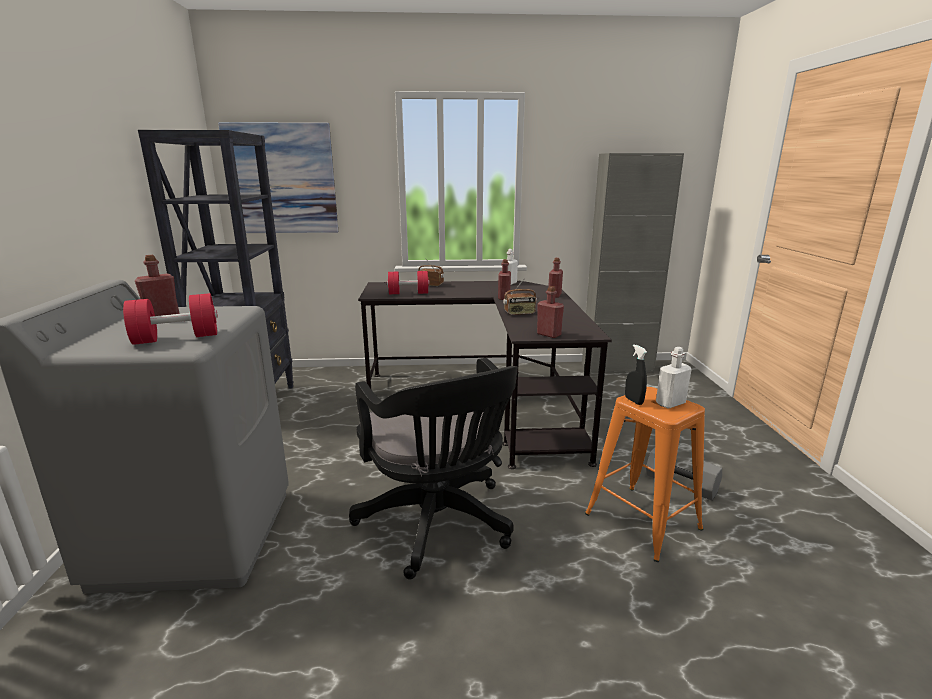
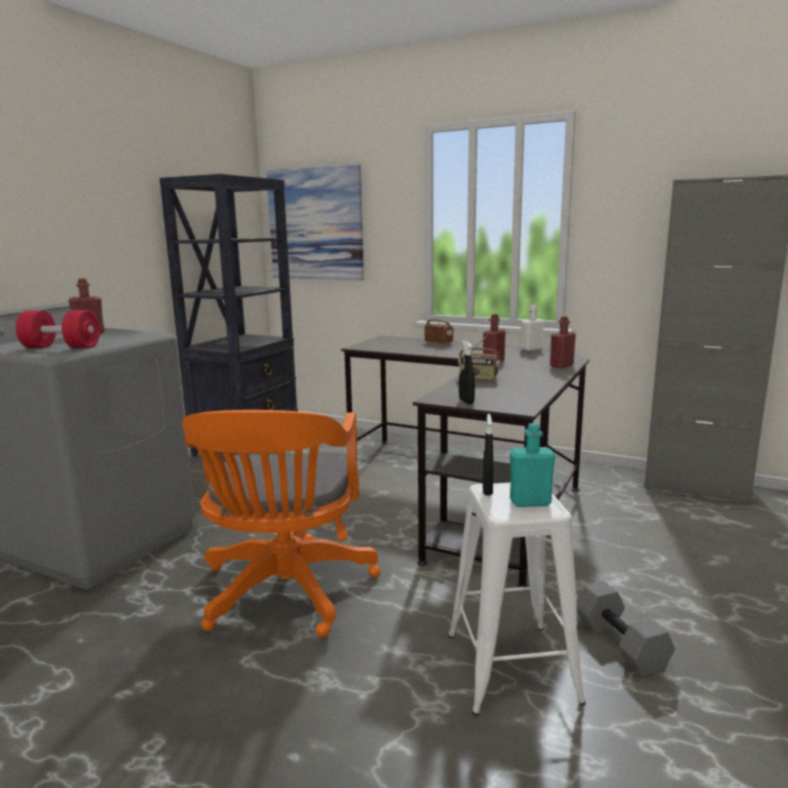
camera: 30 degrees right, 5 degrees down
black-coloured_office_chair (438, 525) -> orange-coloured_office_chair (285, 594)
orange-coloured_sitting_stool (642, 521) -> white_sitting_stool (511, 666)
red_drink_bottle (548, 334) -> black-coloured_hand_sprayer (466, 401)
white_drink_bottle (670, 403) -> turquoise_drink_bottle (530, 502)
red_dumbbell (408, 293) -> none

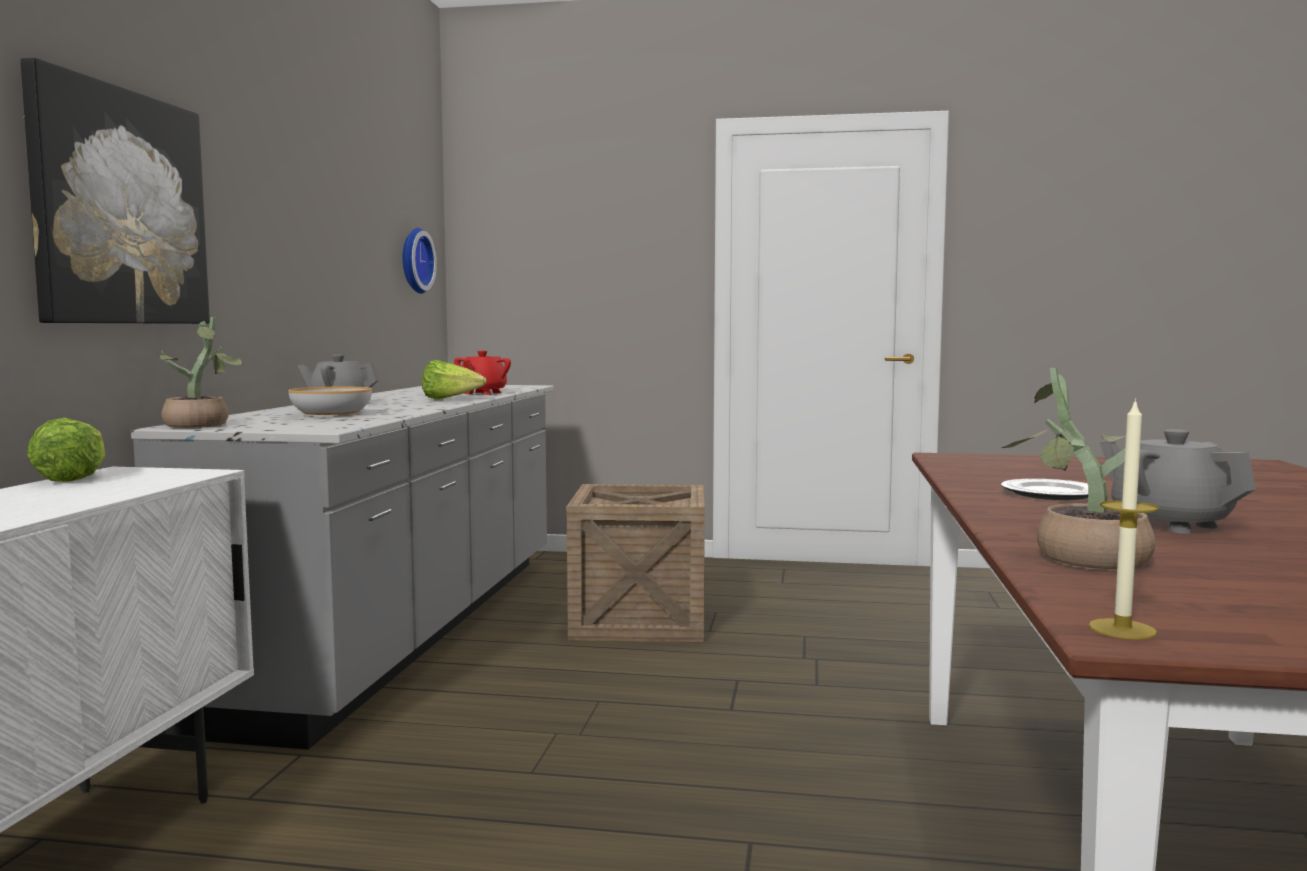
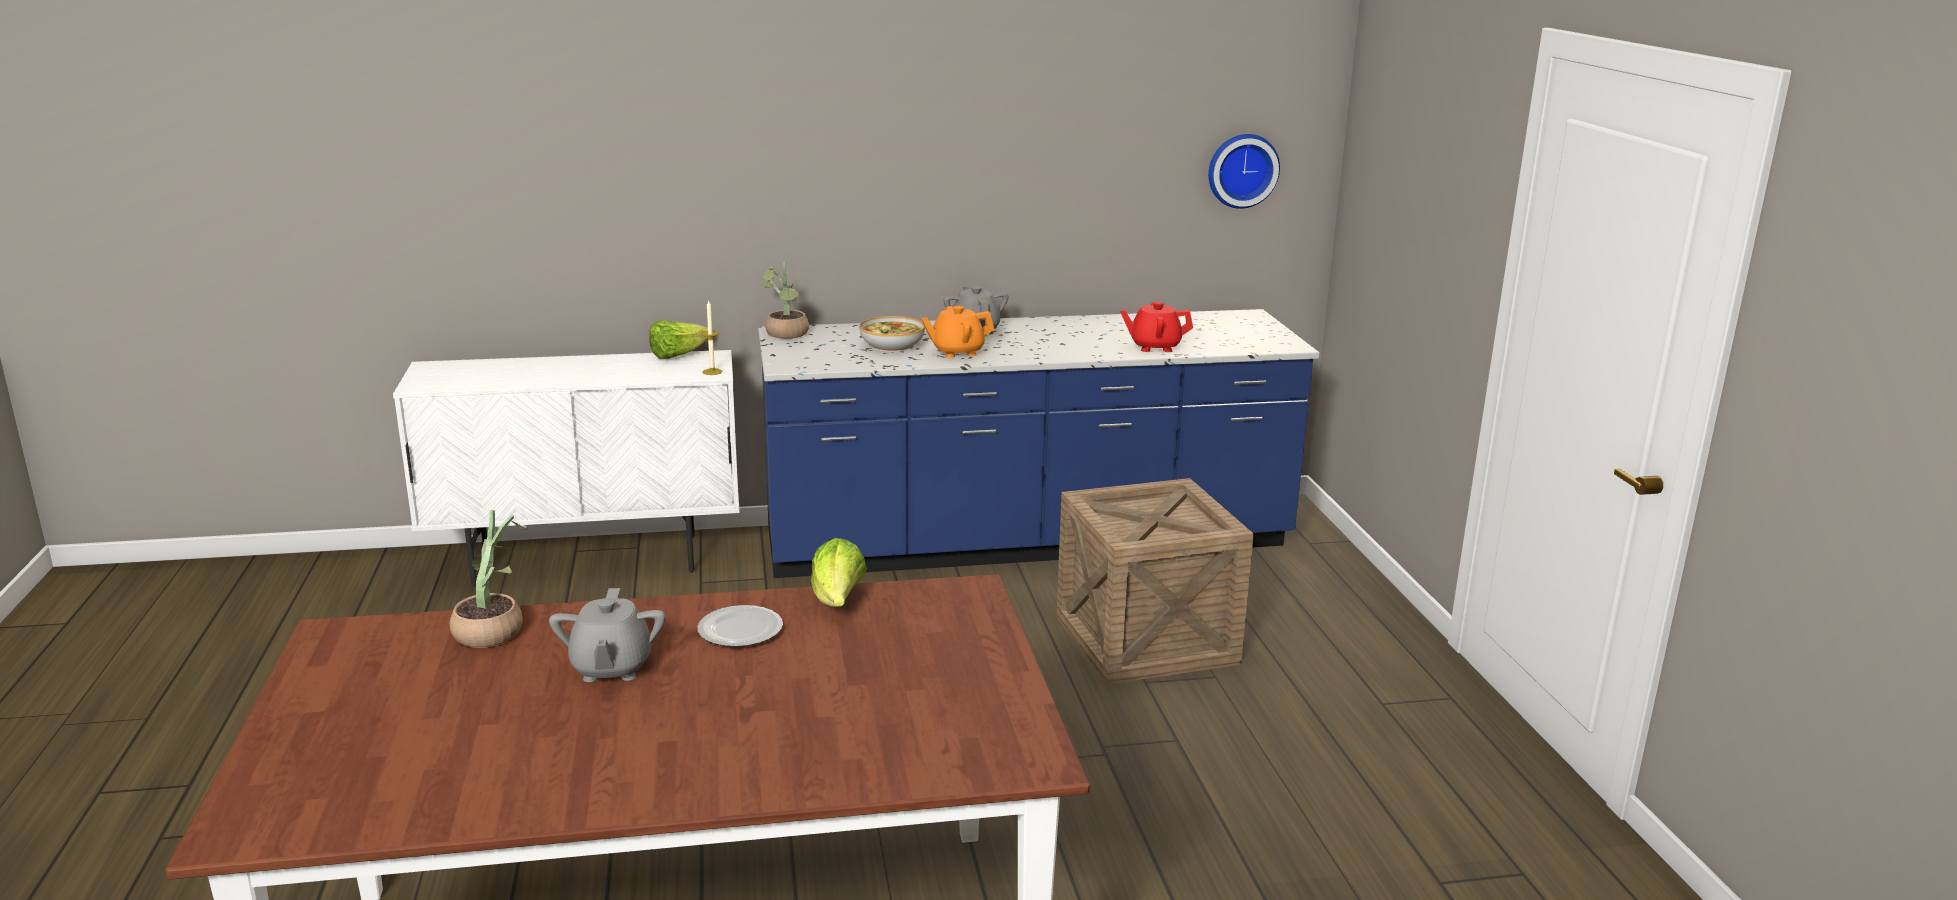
camera: 70 degrees right, 15 degrees up
gray_pot_for_tea (1169, 524) -> gray_pot_for_tea (611, 668), 135 degrees clockwise
wax_candle (1122, 629) -> wax_candle (712, 372), shifted
gray_counter (406, 628) -> blue-coloured_counter (1027, 543)
lettuce_head (450, 399) -> lettuce_head (838, 601), shifted
none -> orange-coloured_pot_for_tea (957, 352)
wall_art (119, 208) -> none

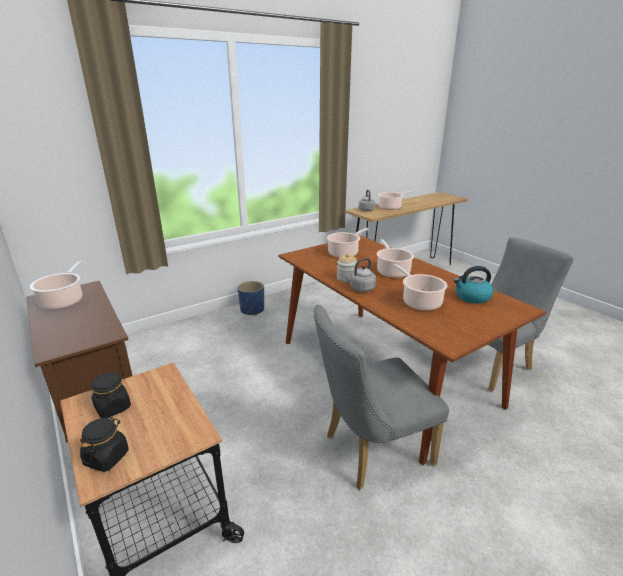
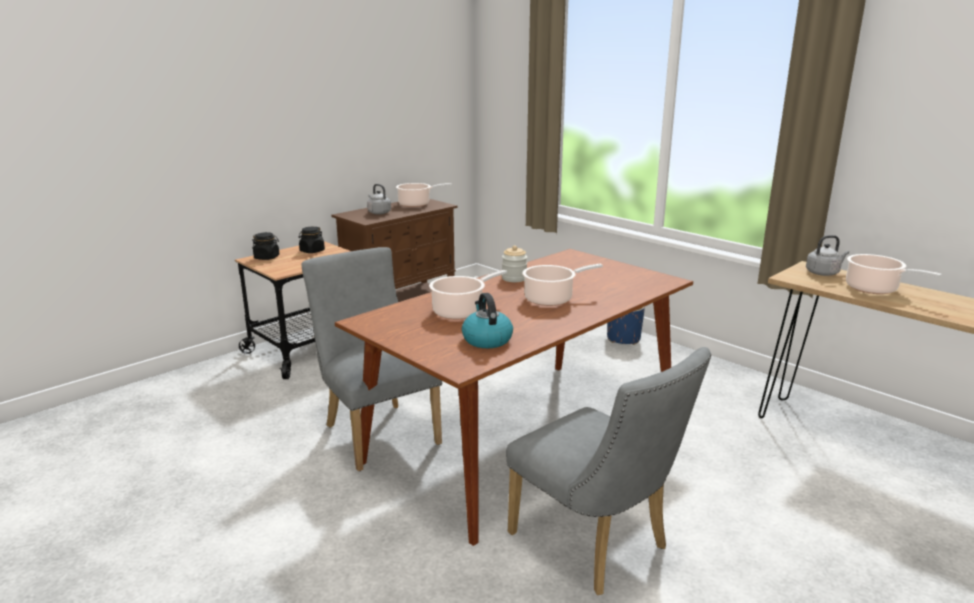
camera: 80 degrees right, 5 degrees down
gray_water_kettle (361, 289) -> gray_water_kettle (378, 212), shifted
saucepot (344, 253) -> none

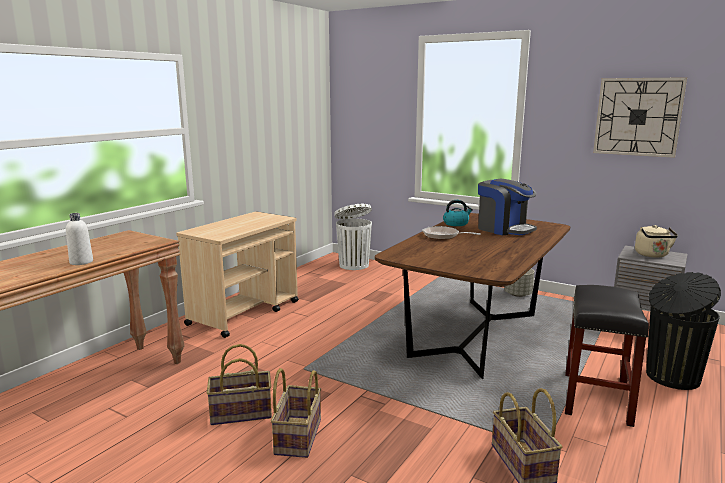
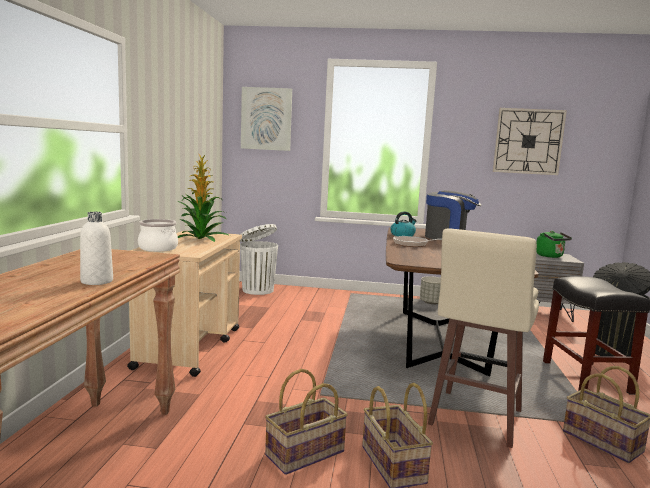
camera: 25 degrees left, 5 degrees down
none -> saucepot (157, 248)
none -> houseplant (201, 239)
none -> wall_art (266, 119)
none -> beige-coloured_sitting_stool (474, 419)
beige-coloured_water_kettle (652, 255) -> greenish_water_kettle (550, 256)

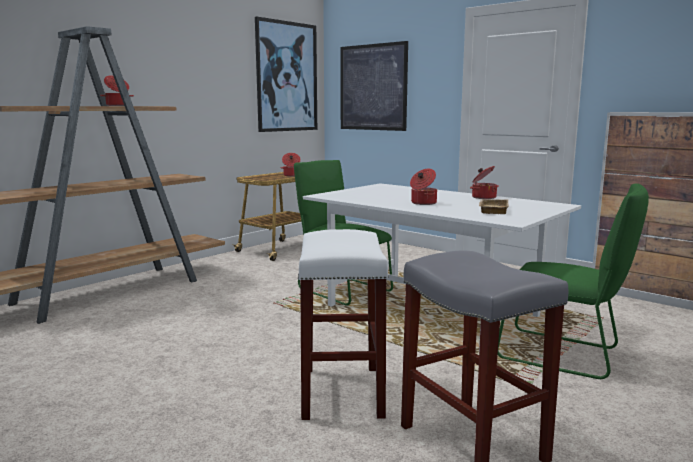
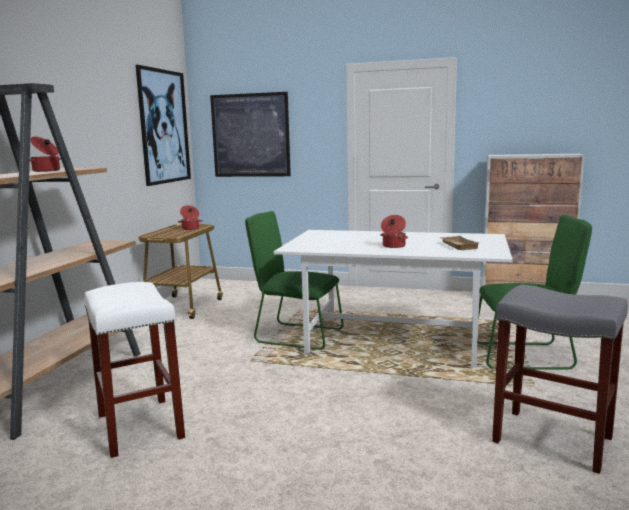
camera: 25 degrees left, 0 degrees up
white_sitting_stool (342, 393) -> white_sitting_stool (141, 426), shifted
saucepot (483, 197) -> none

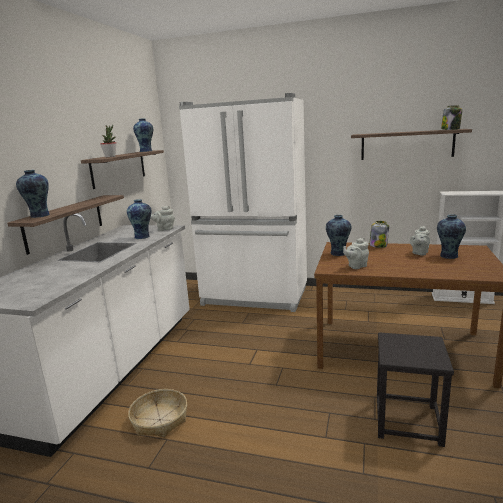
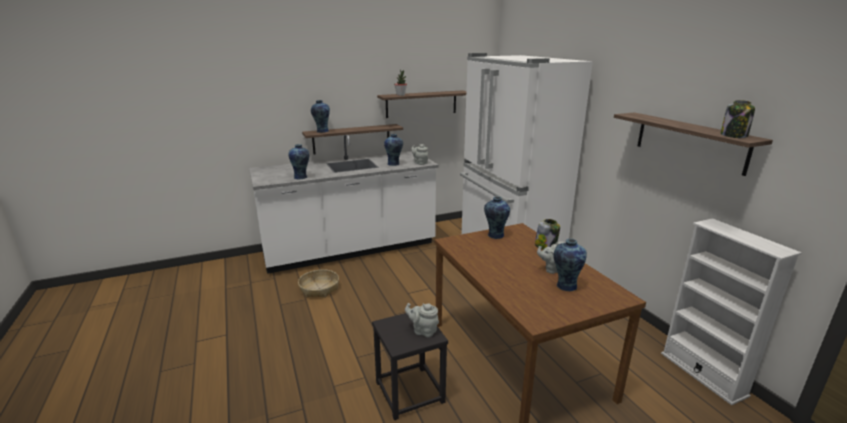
camera: 50 degrees right, 5 degrees up
flower_vase (146, 151) -> flower_vase (301, 177), shifted
gray_pot_for_tea (356, 266) -> gray_pot_for_tea (423, 331), shifted

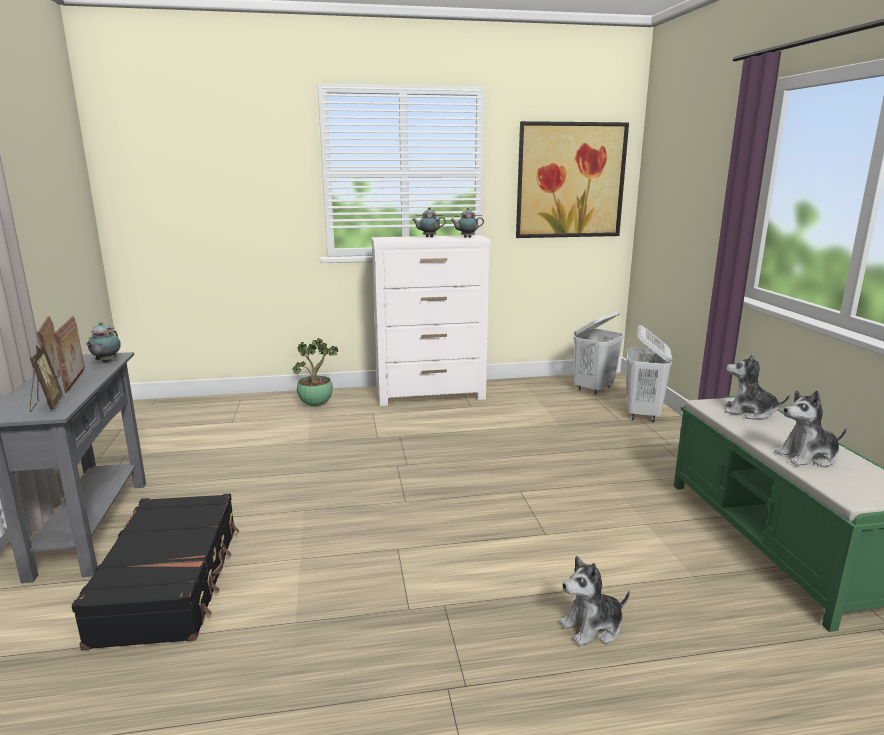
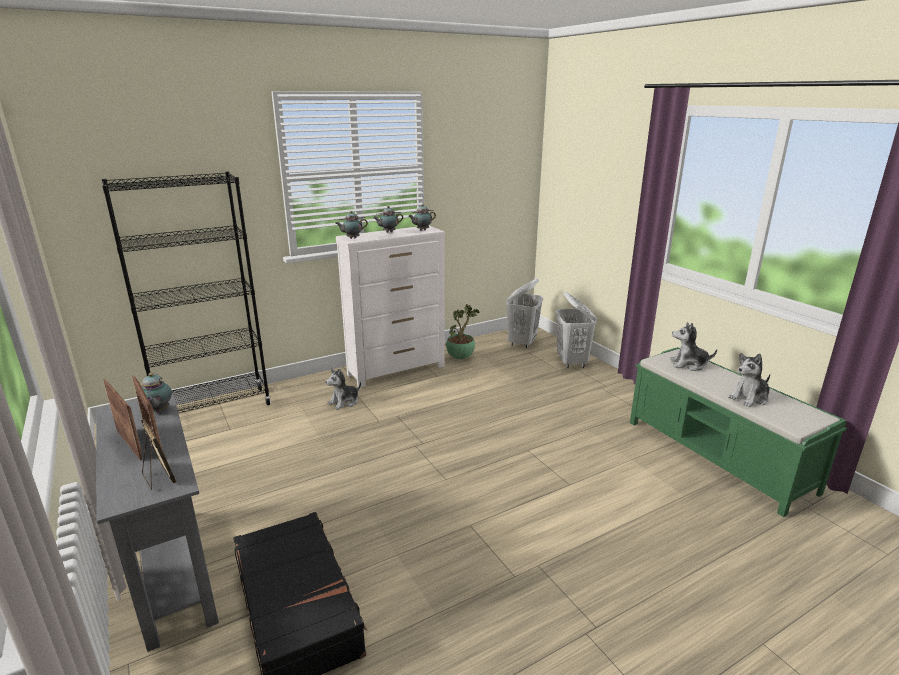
camera: 20 degrees left, 5 degrees up
none -> black-coloured_bookshelf (214, 409)
cuddly_toy (592, 627) -> cuddly_toy (344, 402), shifted
none -> pot_for_tea (352, 238)
houseplant (317, 404) -> houseplant (461, 357), shifted
wall_art (570, 180) -> none

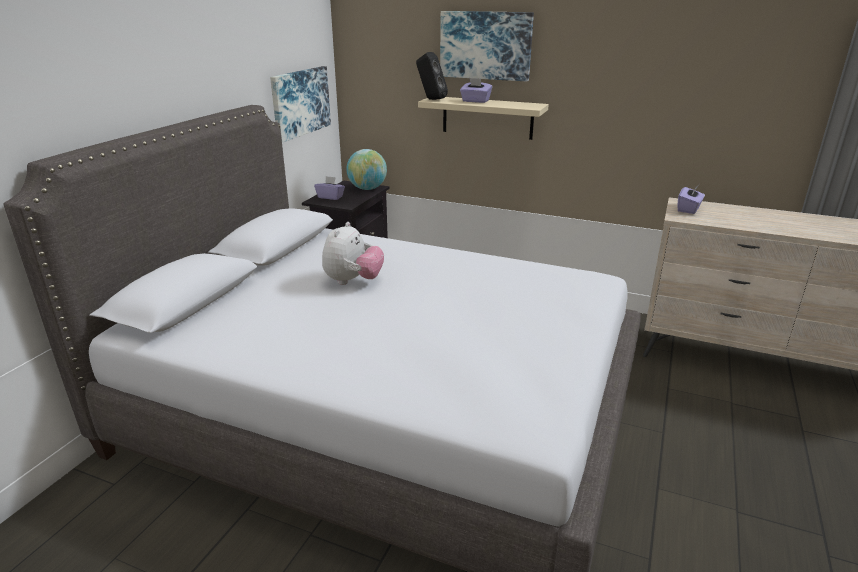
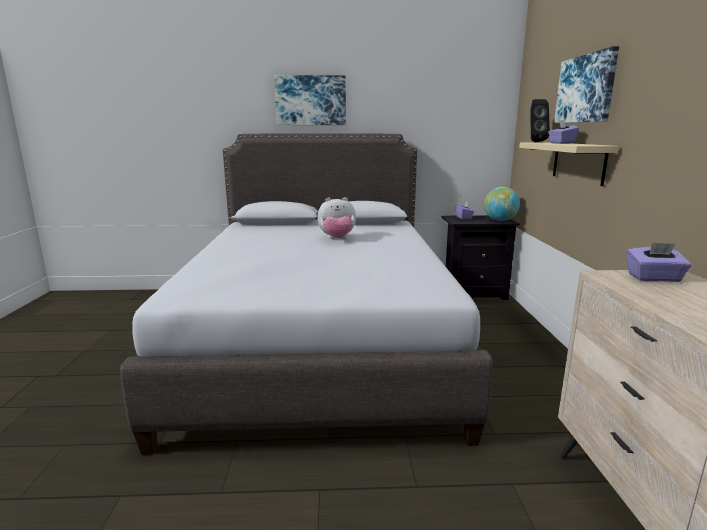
camera: 65 degrees right, 10 degrees down
wall_art (300, 102) -> wall_art (310, 100), shifted

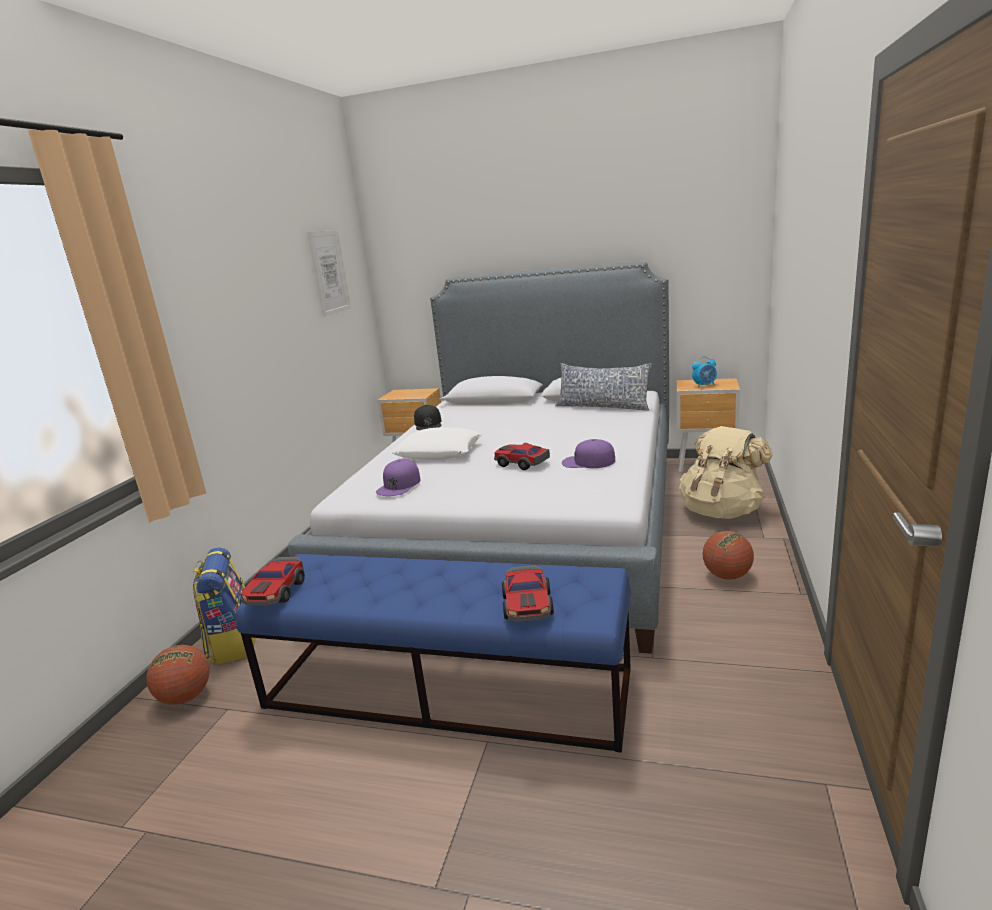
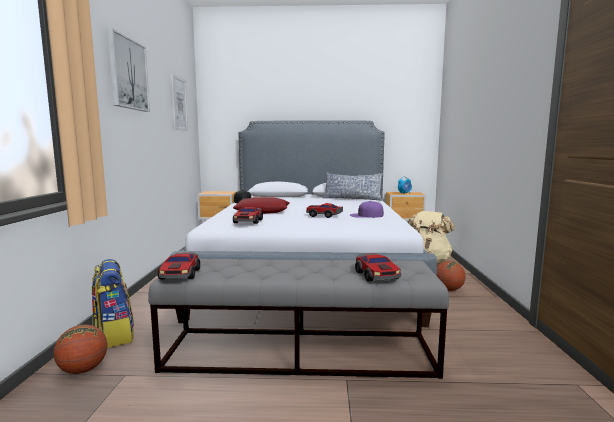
camera: 15 degrees left, 10 degrees down
none -> wall_art (128, 74)
blue-coloured_bench (447, 689) -> gray_bench (300, 352)
white_cushion (439, 452) -> red_cushion (262, 211)
purple-coloured_baseball_cap (399, 485) -> miniature_car (248, 221)

